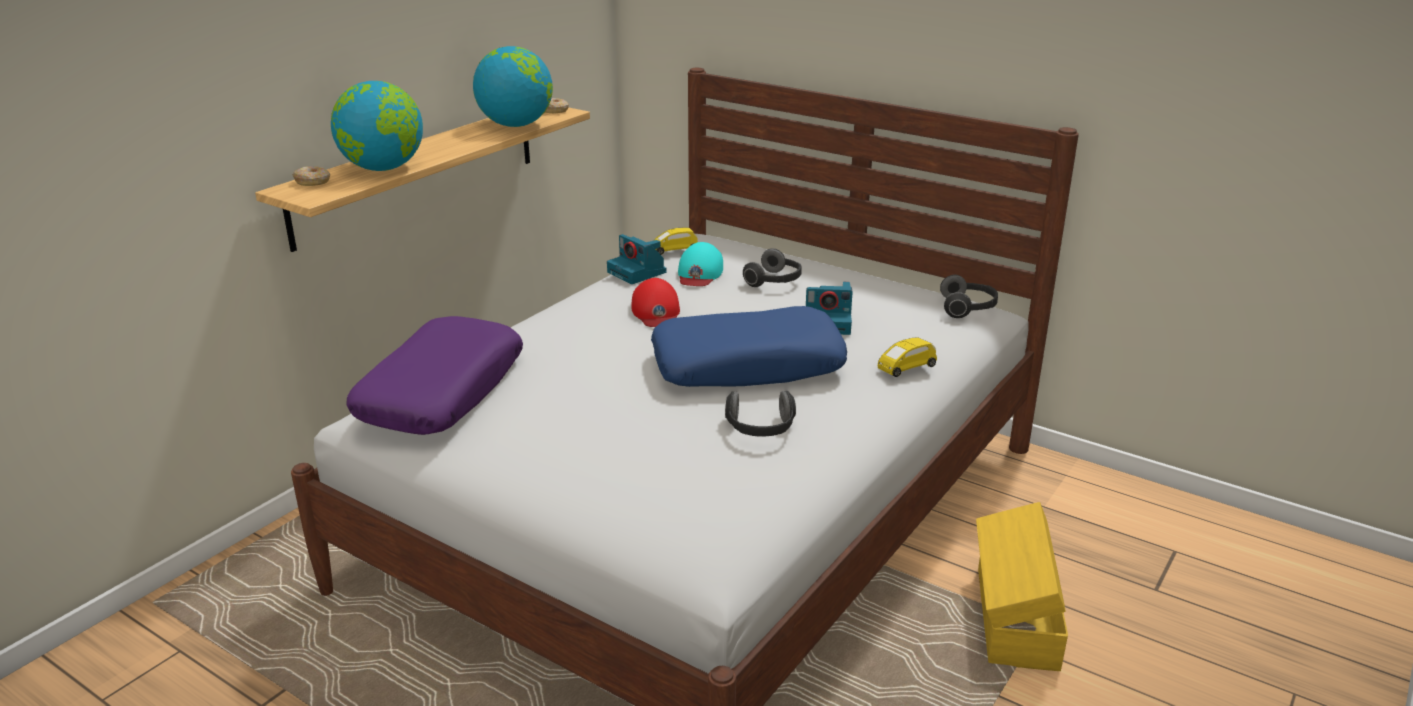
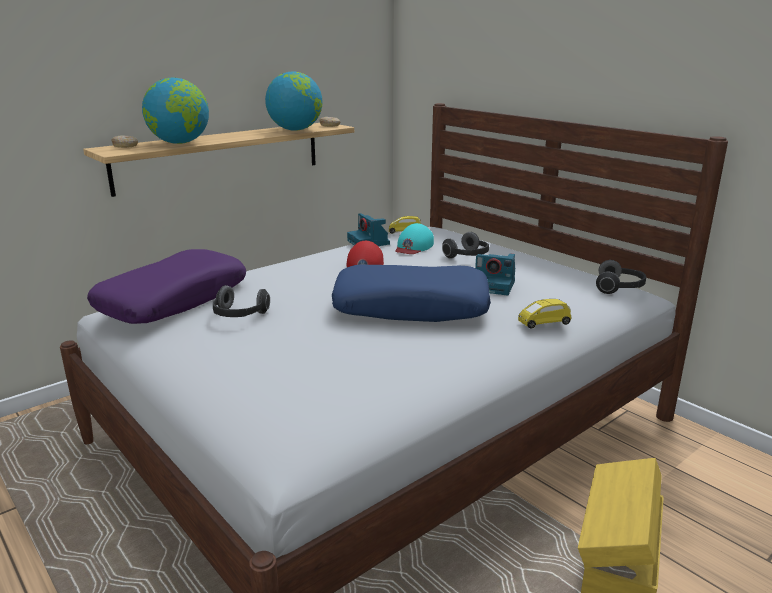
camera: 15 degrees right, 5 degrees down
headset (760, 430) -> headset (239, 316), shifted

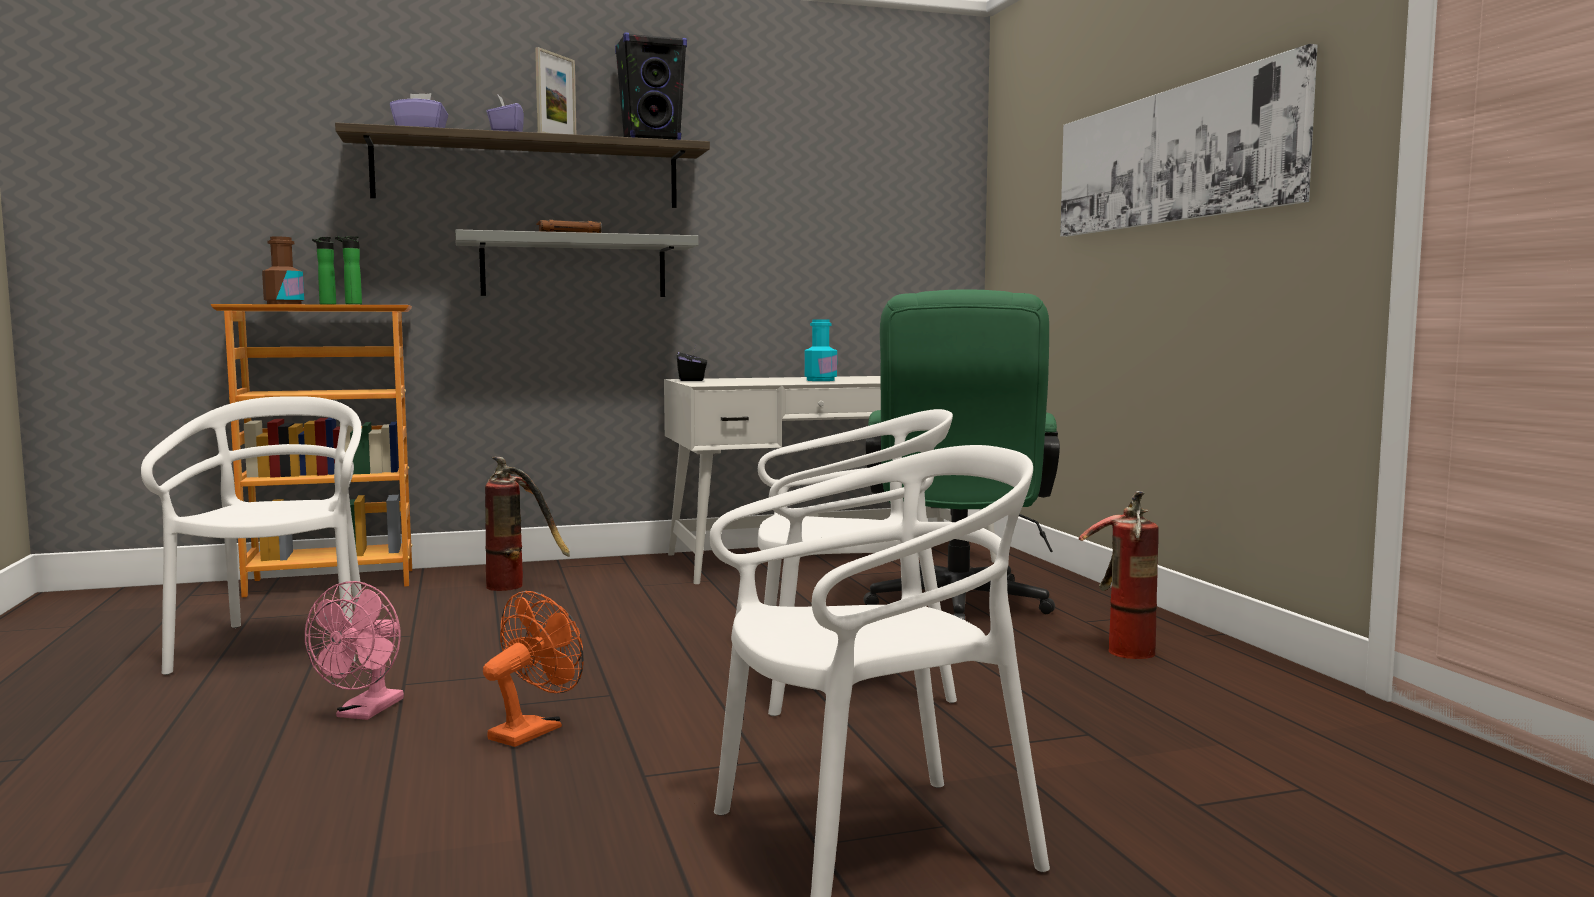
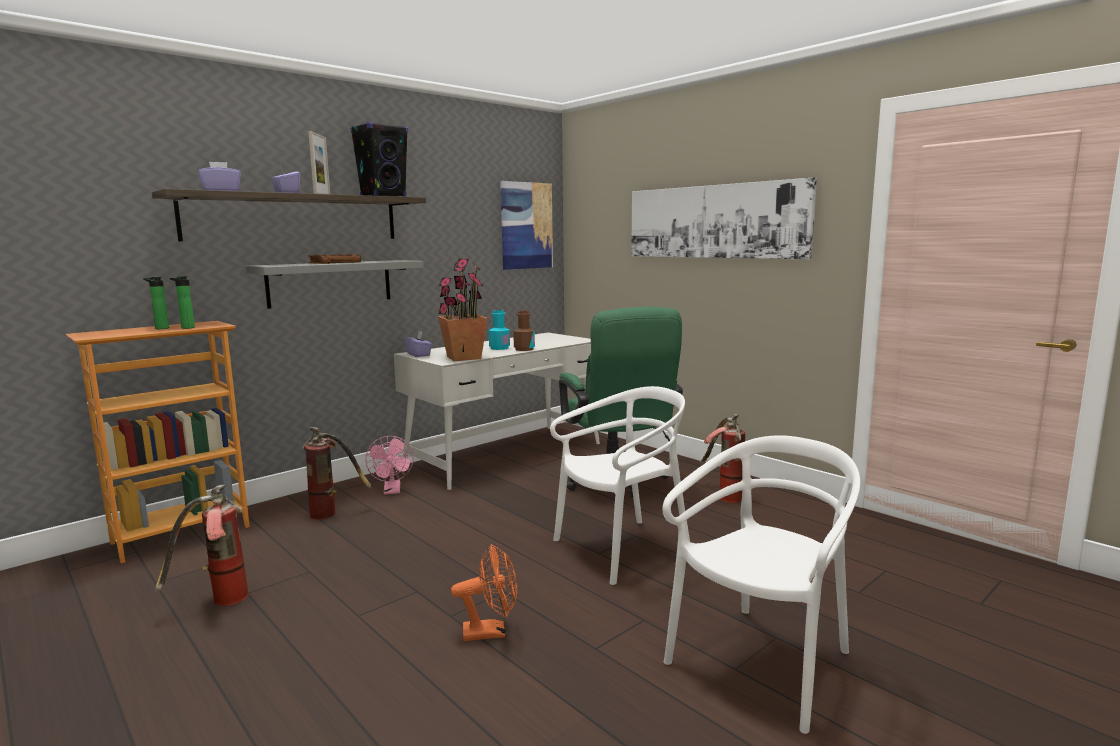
camera: 25 degrees left, 5 degrees up
white_upright_chair (280, 645) -> fire_extinguisher (218, 603)
pink_cooling_fan (365, 712) -> pink_cooling_fan (392, 491), shifted
black-coloured_box_of_tissues (692, 380) -> purple-coloured_box_of_tissues (419, 355)
none -> houseplant (463, 357)
orange-coloured_cooling_fan (533, 730) -> orange-coloured_cooling_fan (491, 632), 75 degrees clockwise
none -> wall_art (526, 225)
brown_drink_bottle (284, 304) -> brown_drink_bottle (524, 349), shifted

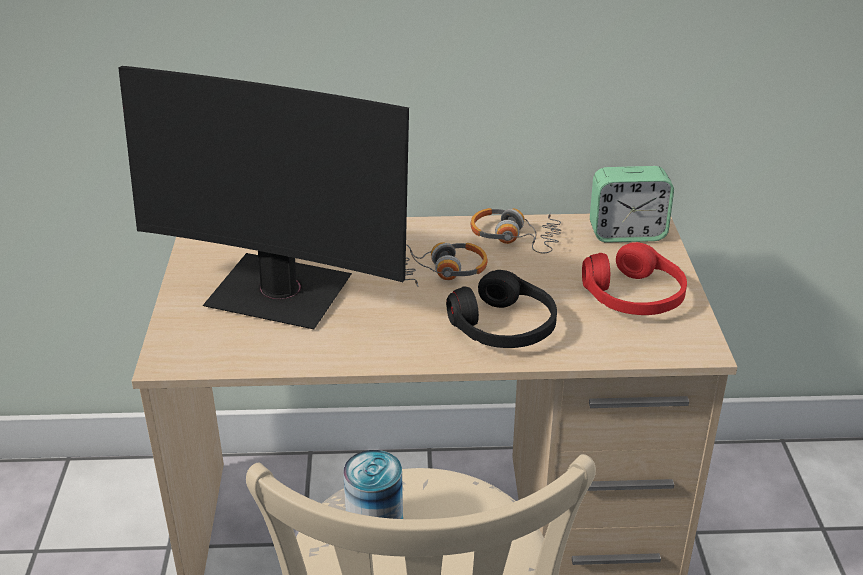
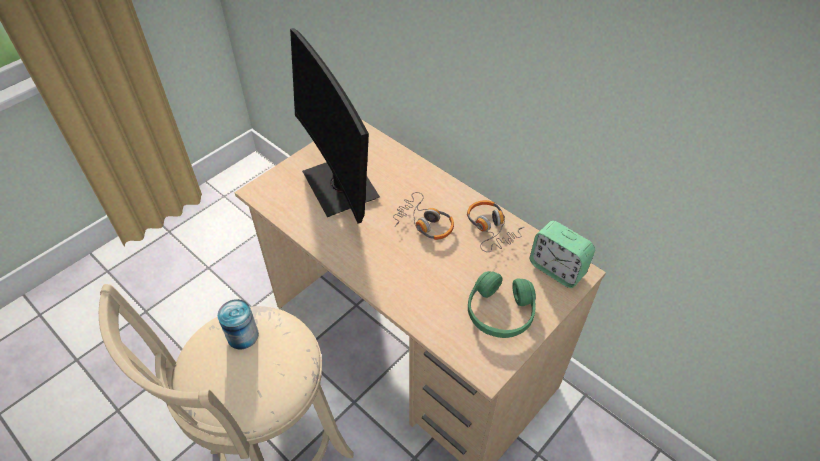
camera: 45 degrees right, 15 degrees up
red_headset (634, 296) -> greenish_headset (500, 312)
black-coloured_headset (503, 327) -> none

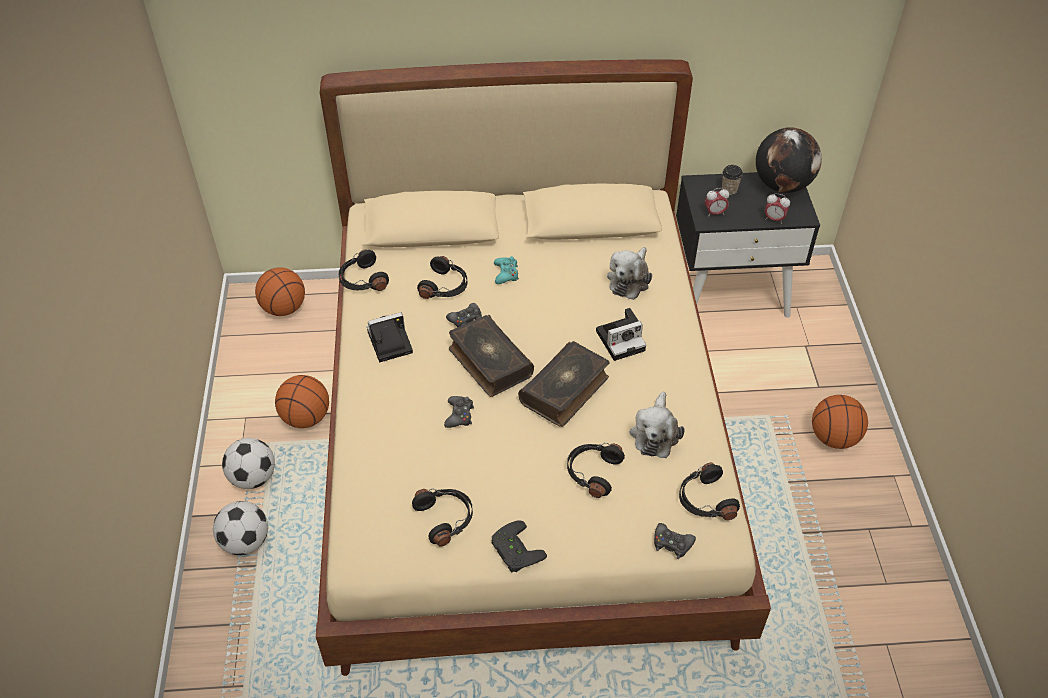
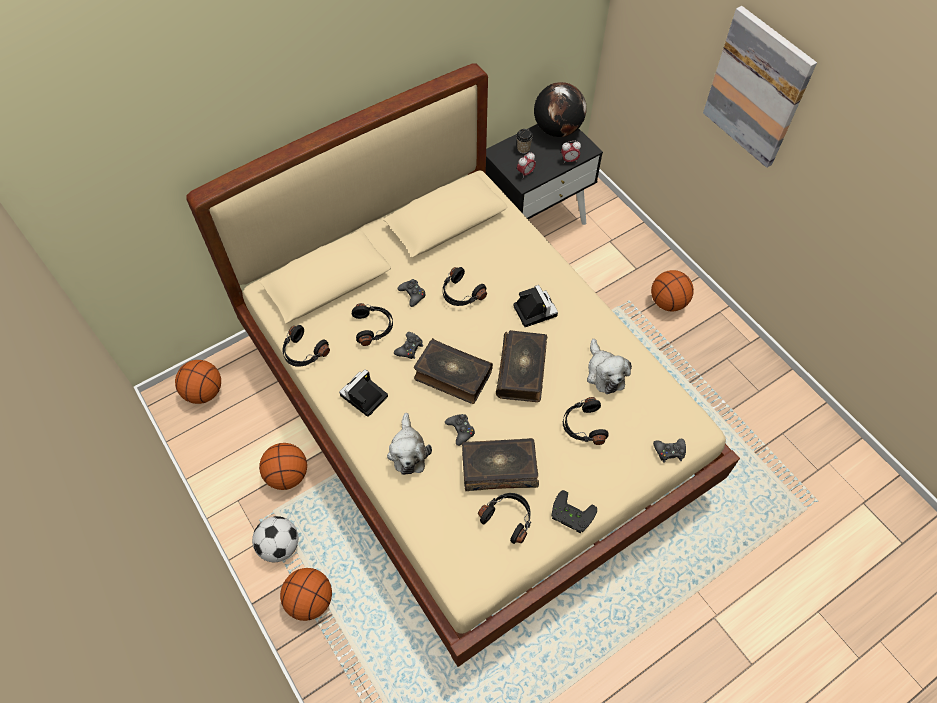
camera: 30 degrees left, 10 degrees up
football_ball (245, 542) -> basketball (310, 600)
cuddly_toy (629, 279) -> cuddly_toy (408, 451), shifted
turquoise_game_controller (506, 274) -> black-coloured_game_controller (412, 294)
black-coloured_headset (704, 500) -> black-coloured_headset (461, 294), shifted
none -> bound_book (499, 468)
photo_camera (621, 339) -> photo_camera (533, 310), 60 degrees counterclockwise
none -> wall_art (757, 88)

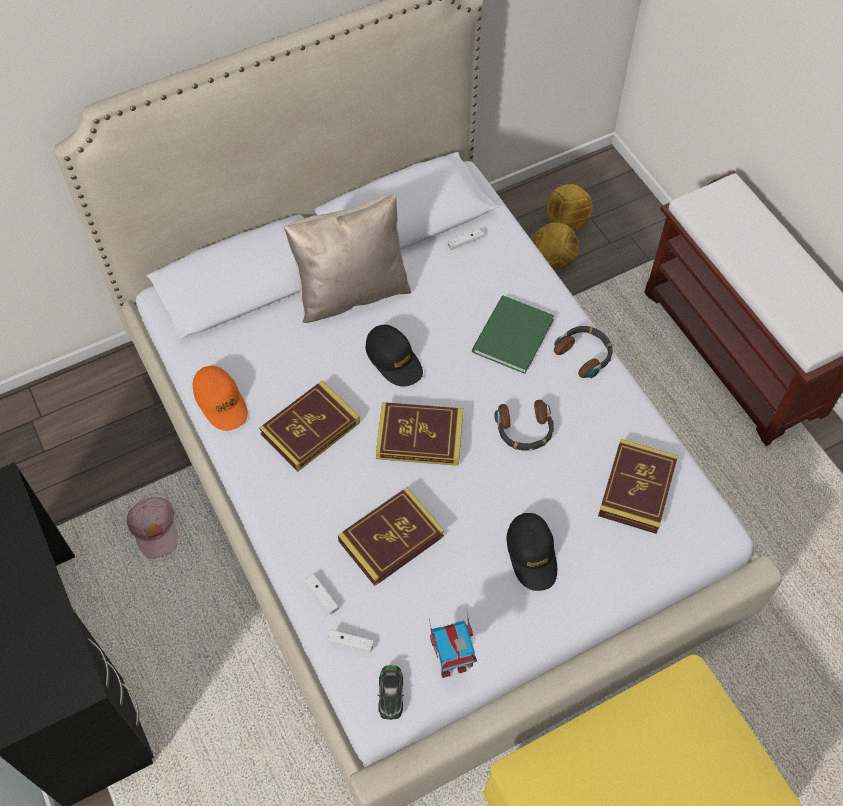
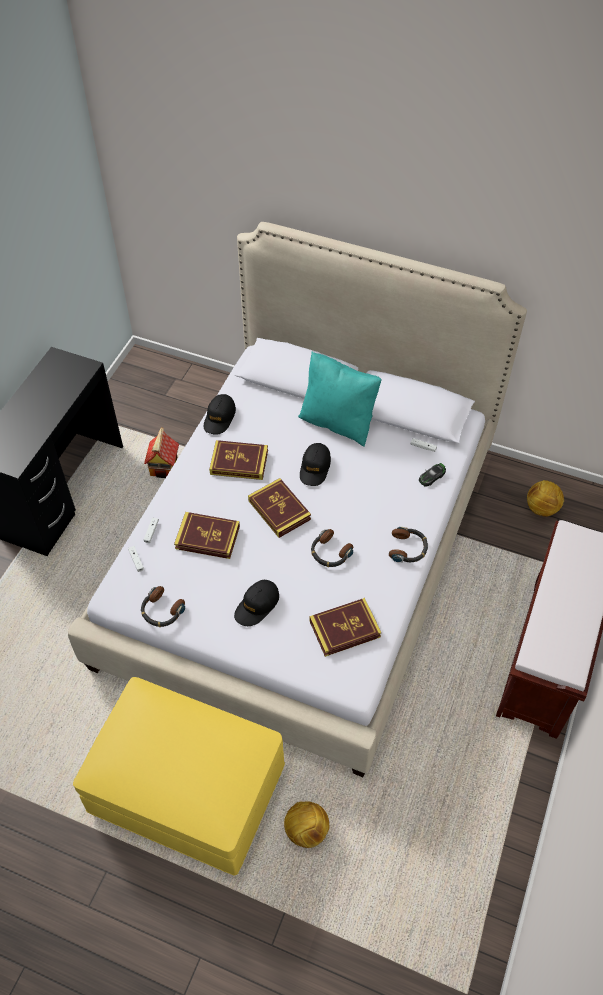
camera: 50 degrees right, 5 degrees down
robot_figure (451, 664) -> headset (161, 611)
pink_baseball_cap (155, 529) -> miniature_house (164, 467)
orange-coloured_baseball_cap (221, 402) -> black-coloured_baseball_cap (219, 418)
football_ball (552, 261) -> football_ball (306, 831), shifted
beige-coloured_cushion (351, 291) -> turquoise_cushion (338, 422)
miniature_car (391, 693) -> miniature_car (432, 476), shifted
greenish_bound_book (510, 337) -> none

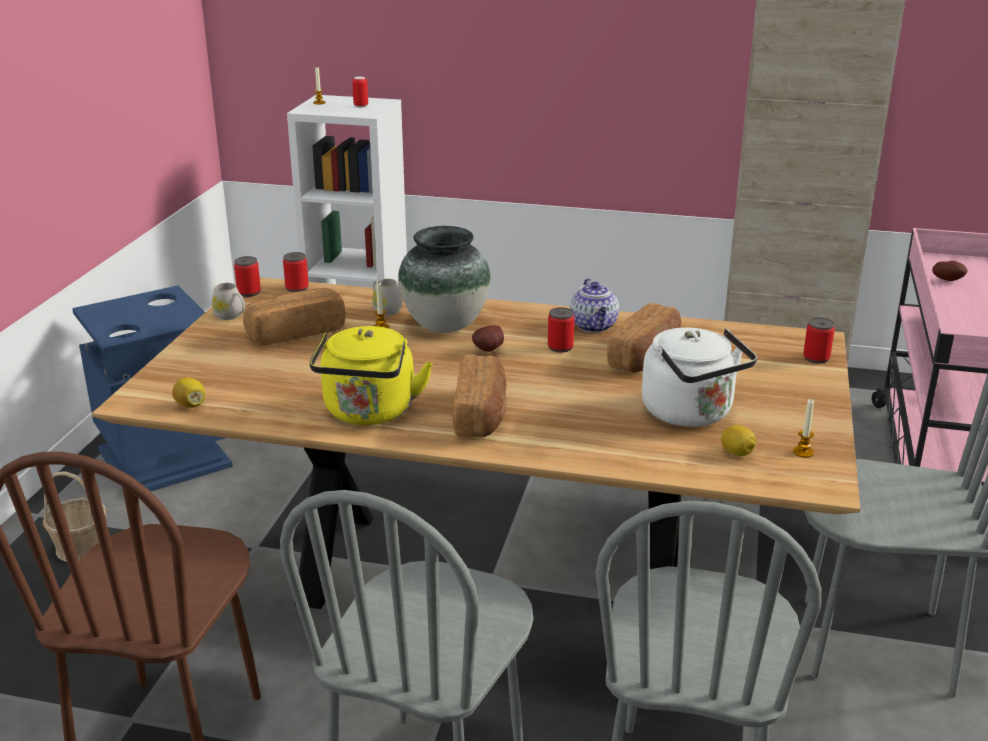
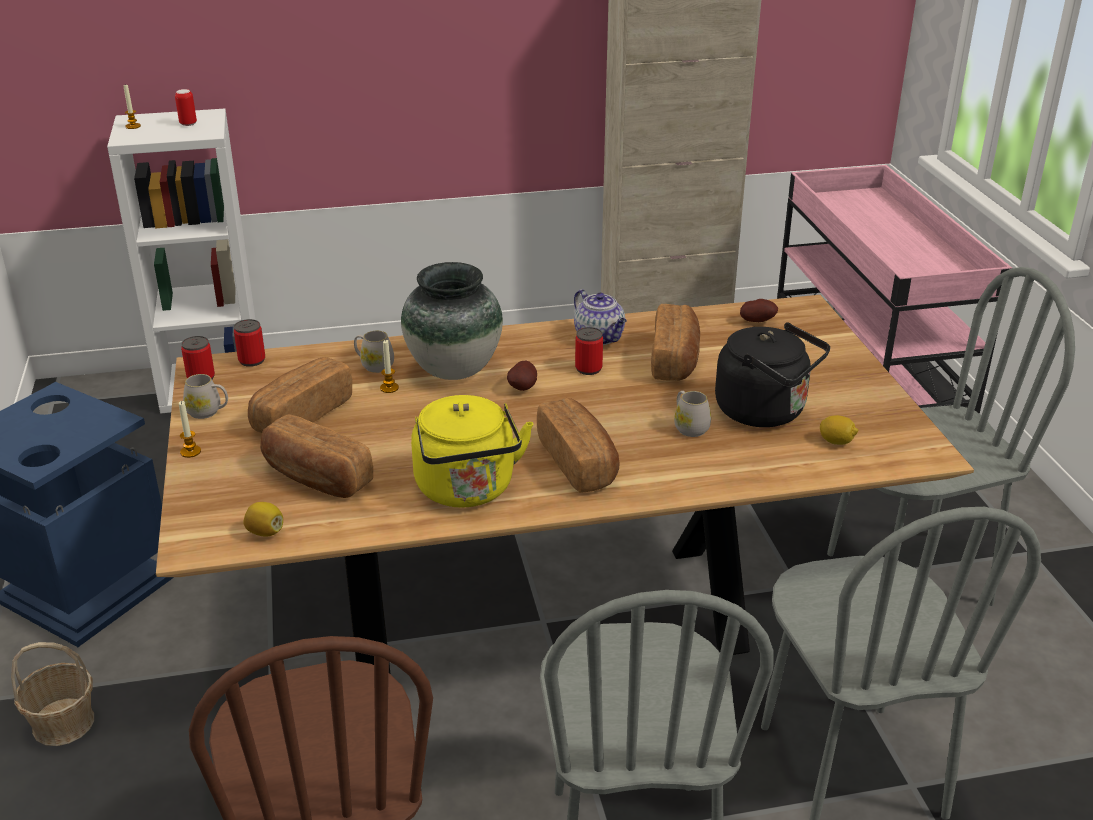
camera: 25 degrees left, 5 degrees up
wax_candle (803, 452) -> wax_candle (190, 452), shifted
none -> baked_bread (316, 477)
none -> white_tea_mug (689, 427)
white_water_kettle (691, 414) -> black-coloured_water_kettle (766, 412)
whole_potato (948, 280) -> whole_potato (757, 321), shifted
can (816, 358) -> none

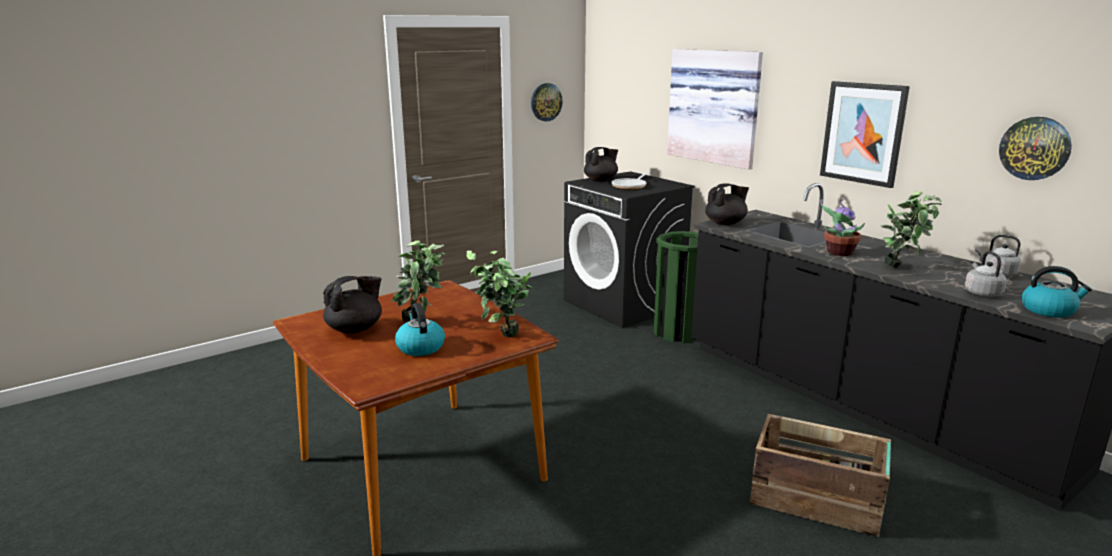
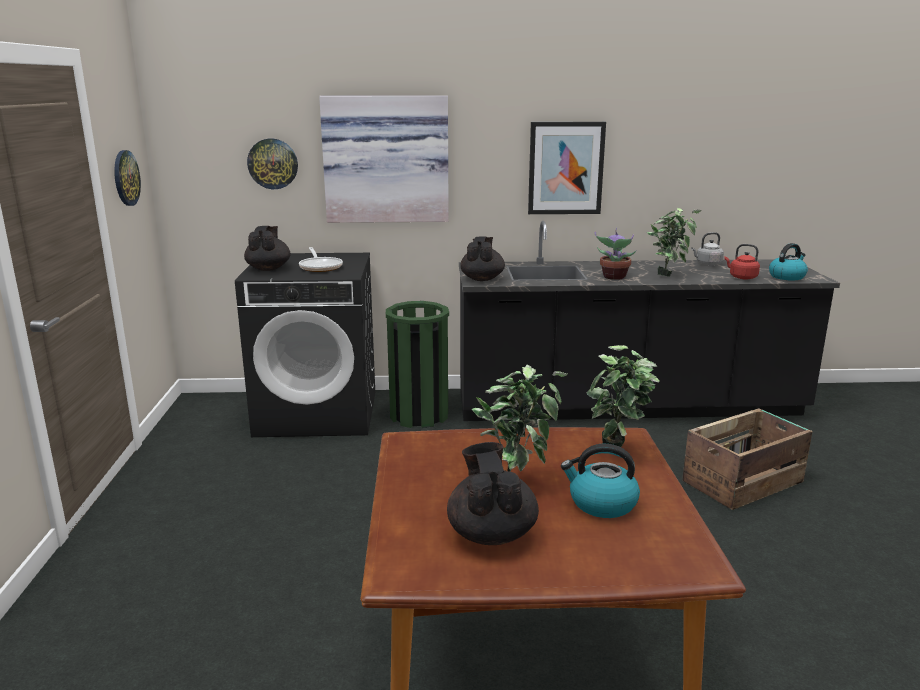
camera: 55 degrees left, 0 degrees up
clock_on_the_wall (1035, 148) -> clock_on_the_wall (273, 163), shifted
gray_water_kettle (981, 293) -> red_water_kettle (741, 277)

